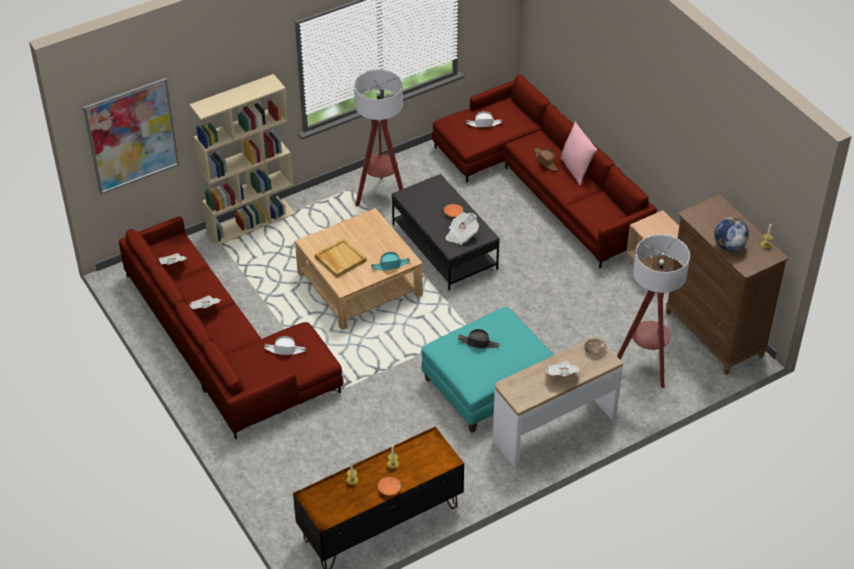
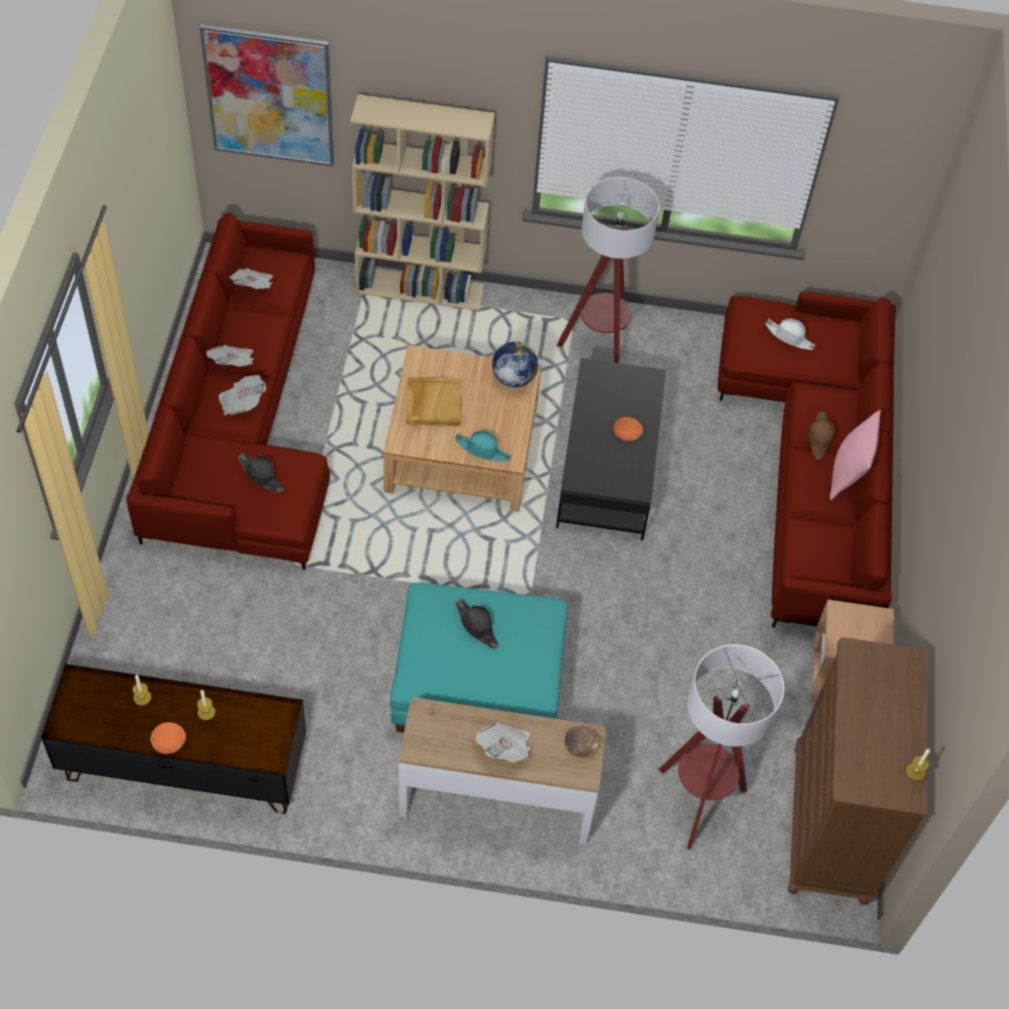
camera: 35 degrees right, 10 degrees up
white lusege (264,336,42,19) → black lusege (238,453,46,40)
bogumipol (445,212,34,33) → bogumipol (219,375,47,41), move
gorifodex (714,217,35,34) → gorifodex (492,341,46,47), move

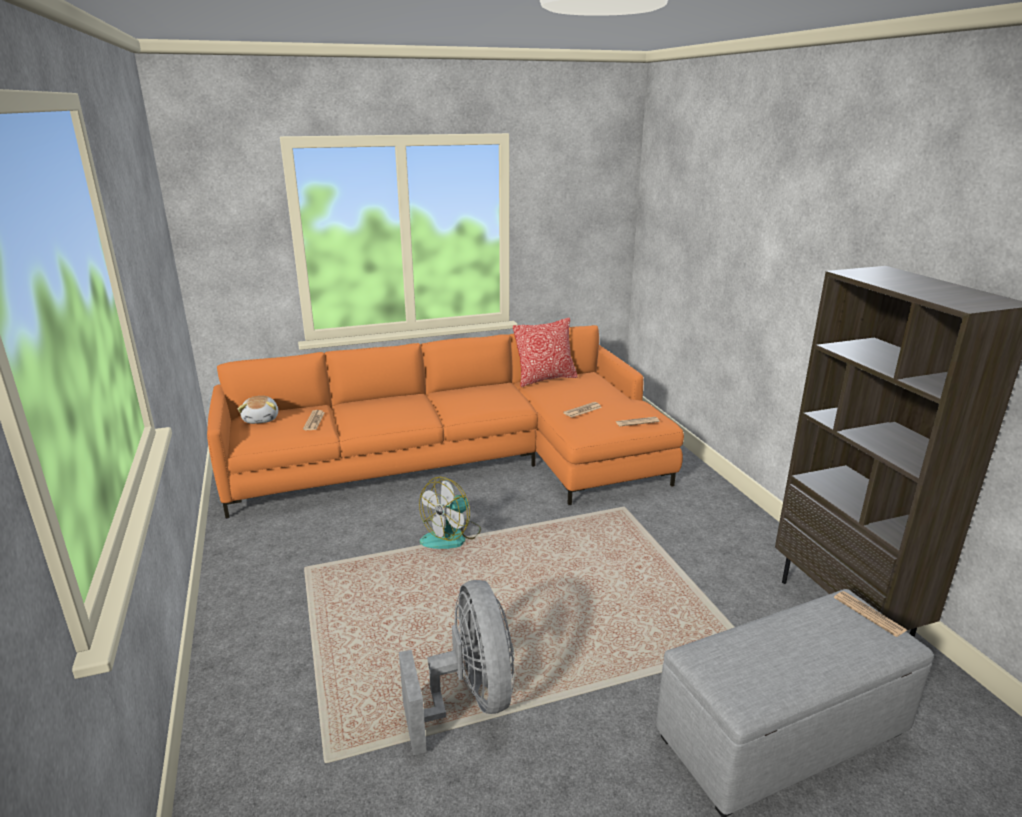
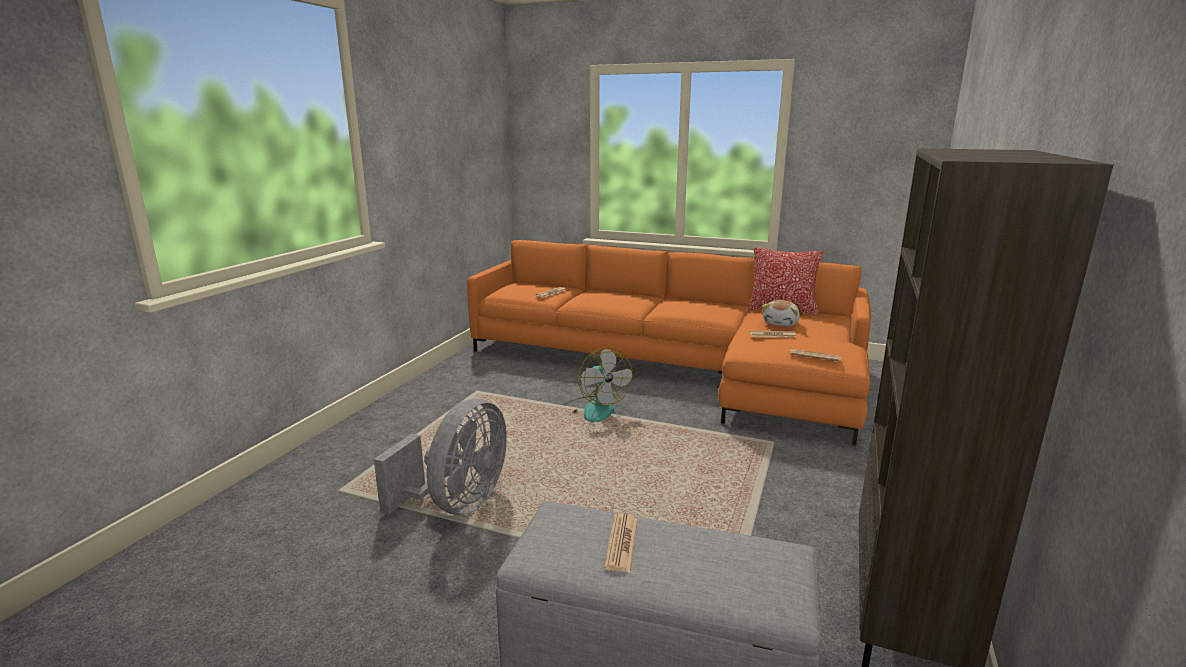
camera: 40 degrees right, 5 degrees down
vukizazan (238,396,40,28) → vukizazan (762,300,38,26), move
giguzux (419,477,62,72) → giguzux (564,347,69,75), 105 degrees counterclockwise
bogumipol (834,591,73,46) → bogumipol (604,513,34,60), move

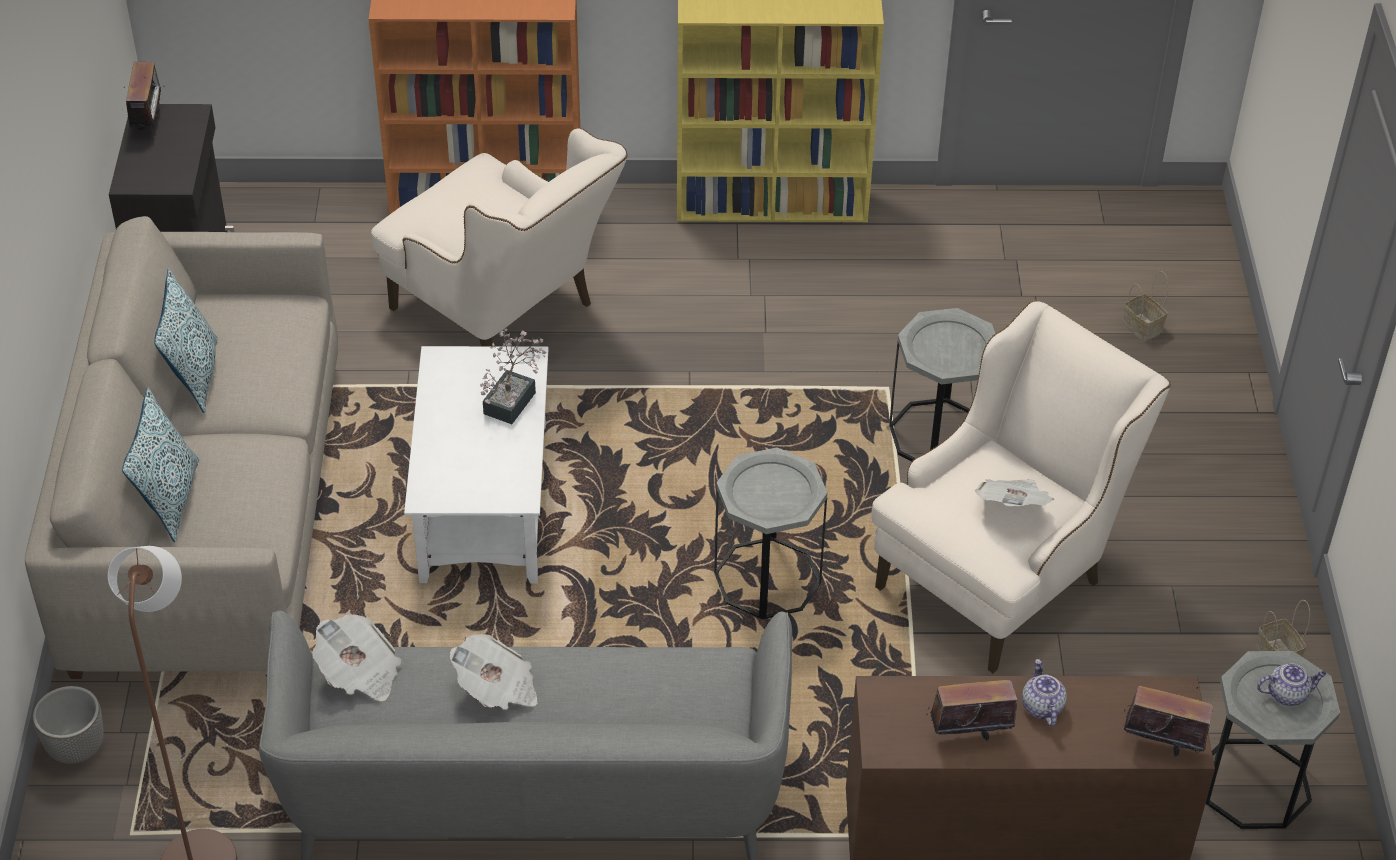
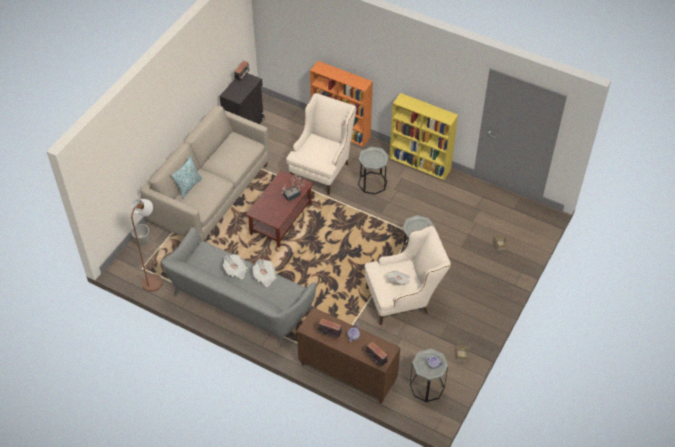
camera: 30 degrees right, 5 degrees up
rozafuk (154,268,64,145) → -
bogumipol (312,614,90,87) → bogumipol (253,259,24,28), move
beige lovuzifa (371,128,257,218) → beige lovuzifa (286,93,71,102), 135 degrees counterclockwise
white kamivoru (404,346,145,238) → brown kamivoru (245,170,68,77)
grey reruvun (714,447,114,172) → grey reruvun (358,147,31,47), move

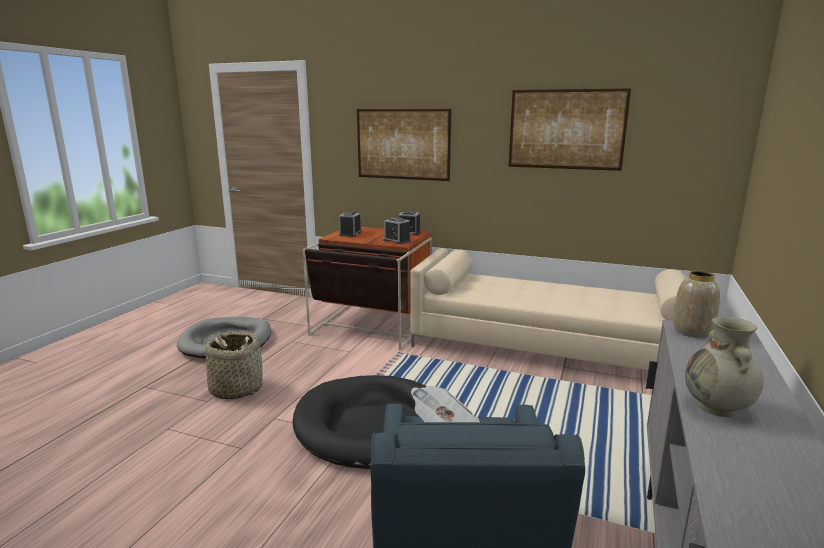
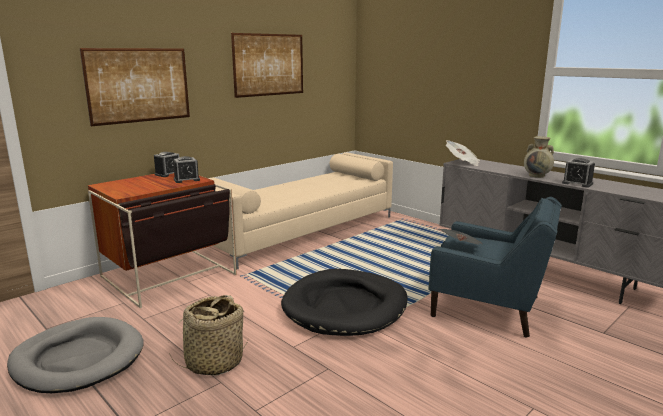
camera: 65 degrees left, 0 degrees up
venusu (339,212,22,25) → venusu (562,158,33,29), move
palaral (673,270,47,68) → bogumipol (446,140,34,26)

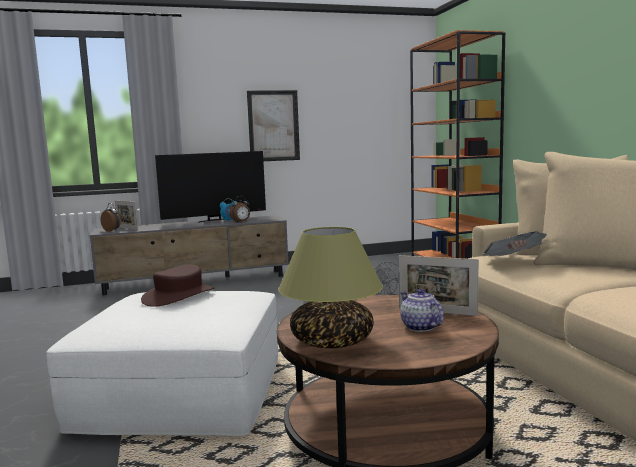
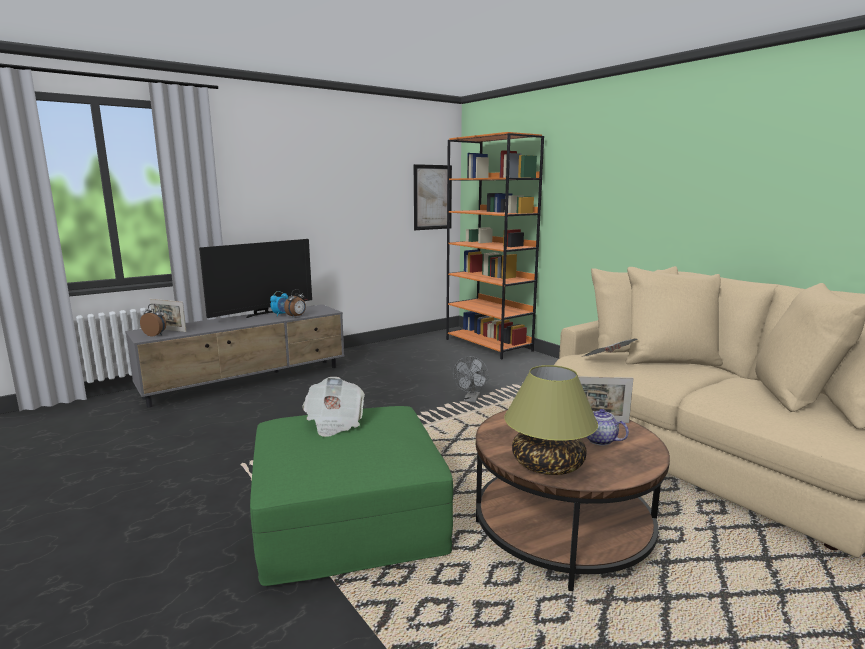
camera: 20 degrees left, 5 degrees up
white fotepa (46,291,232,145) → green fotepa (250,406,203,180)
brown lusege (141,264,74,43) → bogumipol (302,377,63,60)
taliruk (247,90,53,71) → taliruk (414,164,38,66), move

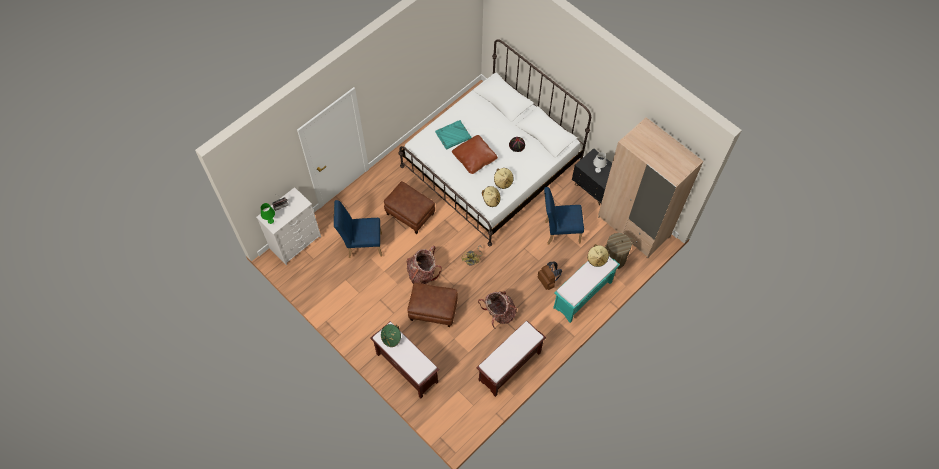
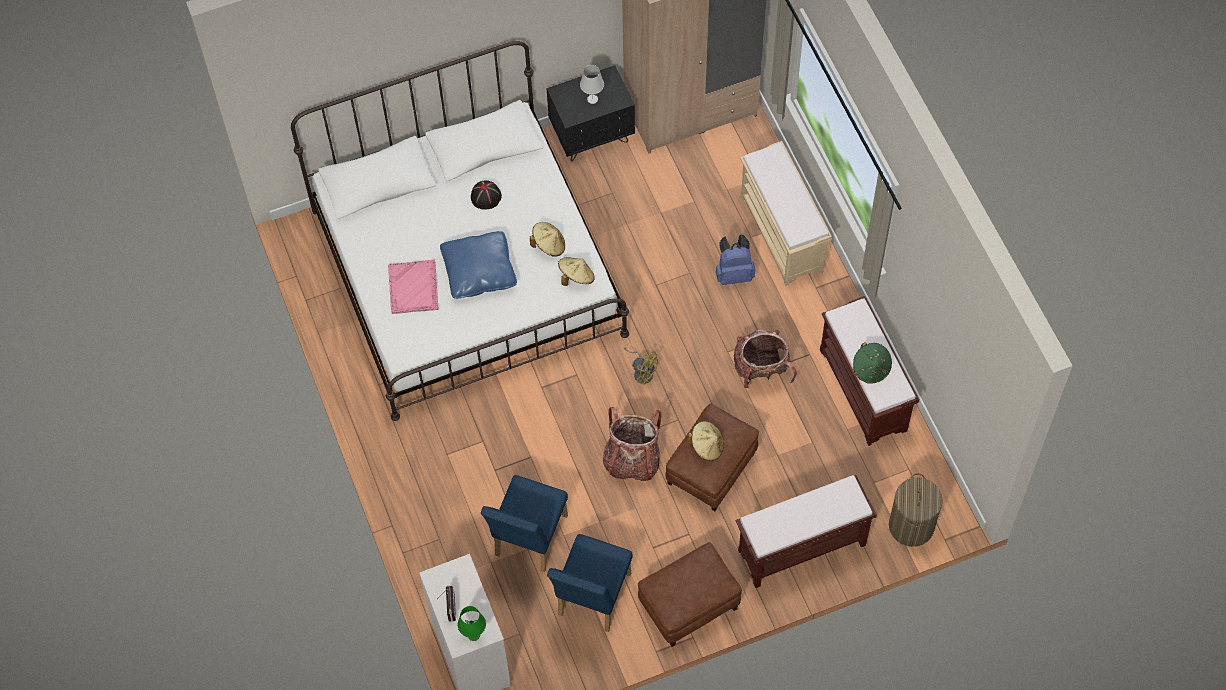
camera: 65 degrees left, 0 degrees up
green lusege (381,324,20,23) → green lusege (853,342,39,41), move
brown fotepa (384,181,51,53) → brown fotepa (638,542,104,105), move
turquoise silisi (435,120,36,30) → pink silisi (388,260,51,54)
brown rozafuk (452,135,46,39) → blue rozafuk (440,231,77,68)
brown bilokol (537,262,25,28) → blue bilokol (716,234,39,51)
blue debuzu (544,187,40,58) → blue debuzu (547,534,86,98), move
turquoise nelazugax (553,256,67,67) → beige nelazugax (740,141,92,145)
beige lusege (587,244,22,23) → beige lusege (688,421,36,40), move
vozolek (605,233,28,36) → vozolek (889,473,54,74), move

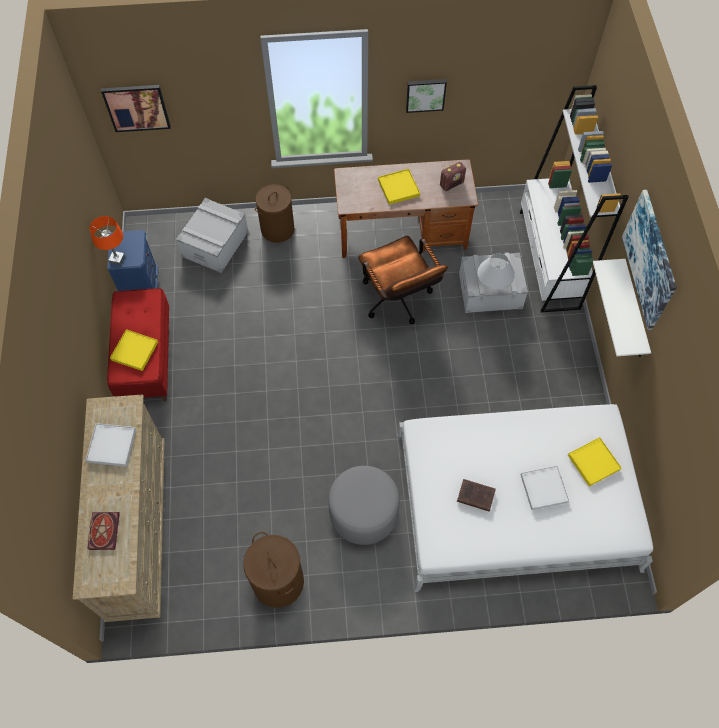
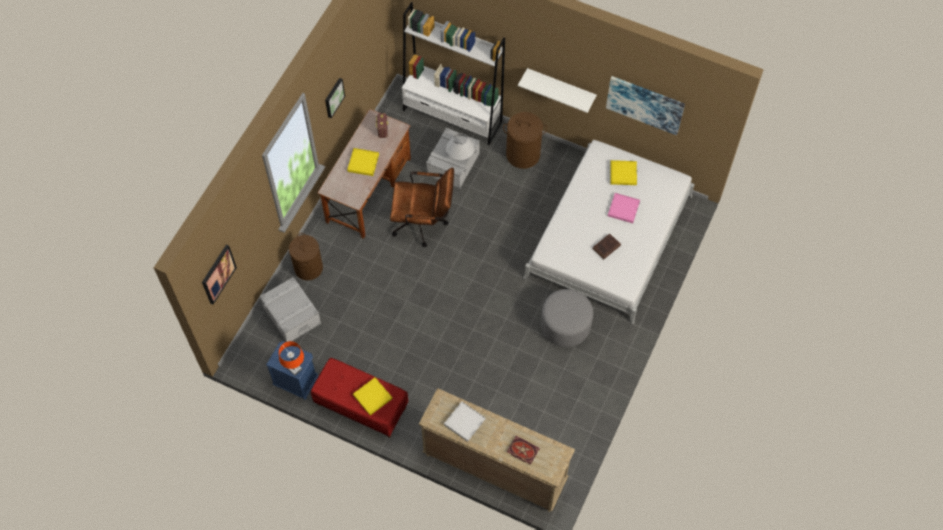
camera: 60 degrees left, 0 degrees up
brown vozolek (243,532,61,76) → brown vozolek (503,112,44,57), move
white silisi (521,465,48,45) → pink silisi (608,193,32,30)
taliruk (622,190,55,140) → taliruk (606,76,79,59), move

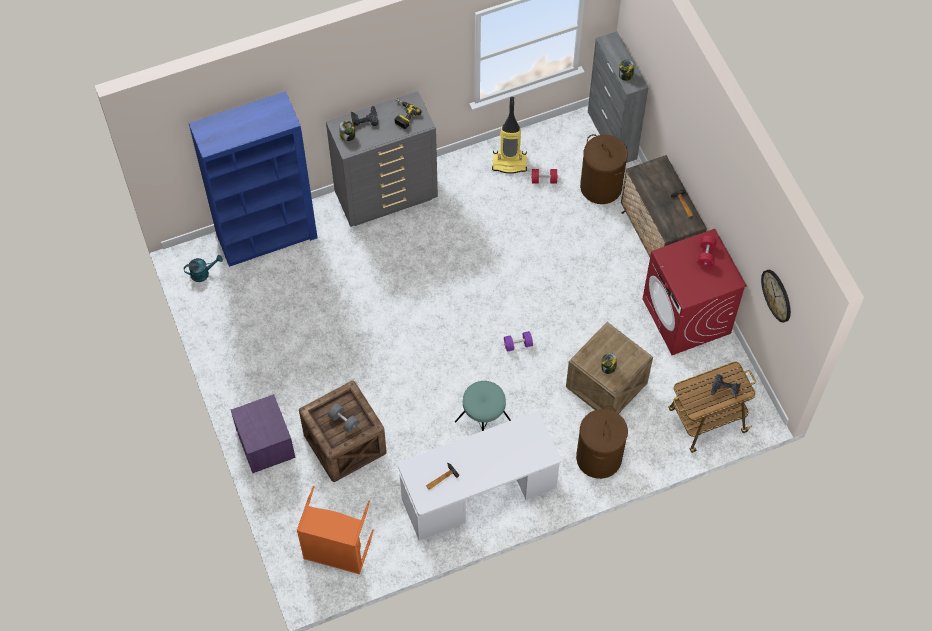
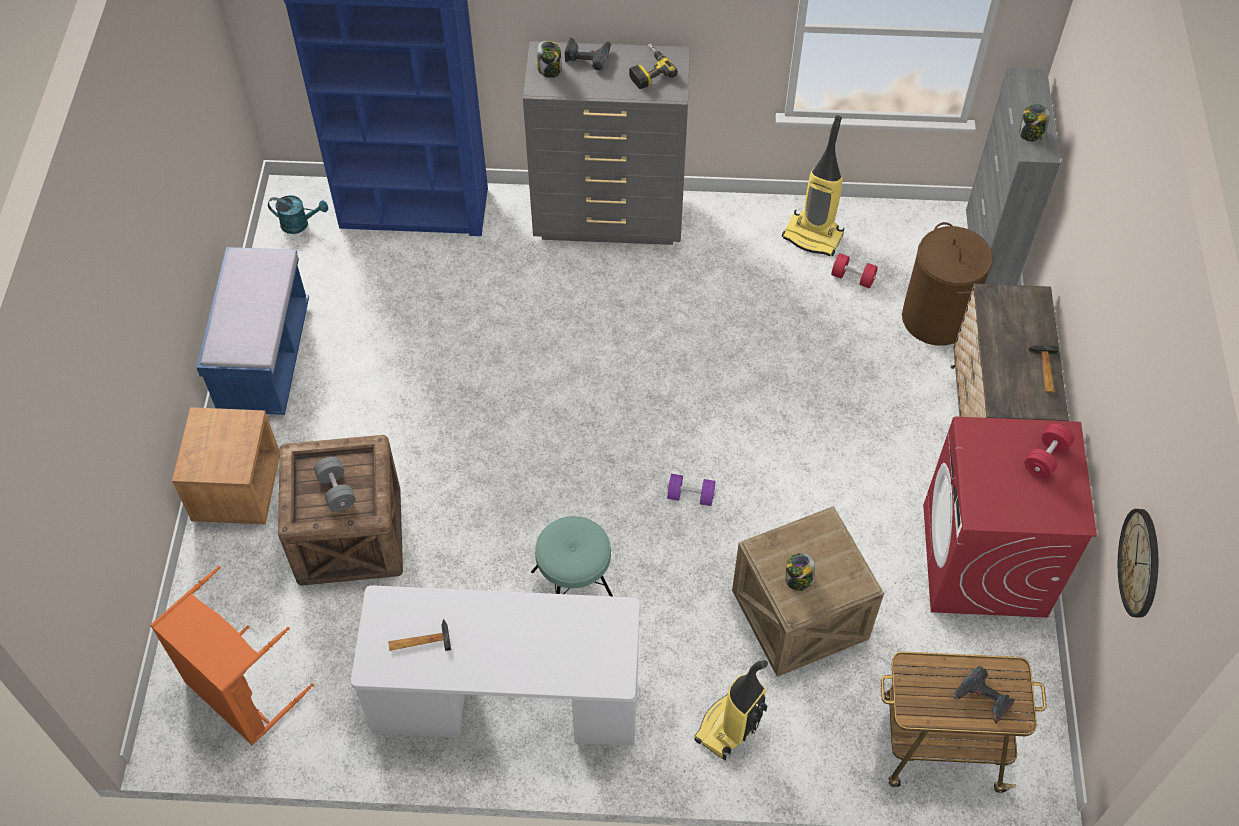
camera: 25 degrees right, 5 degrees down
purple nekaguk (231,394,65,79) → brown nekaguk (172,407,108,117)
brown vozolek (576,405,52,74) → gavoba (694,660,74,101)
- → blue nelazugax (196,247,113,168)

